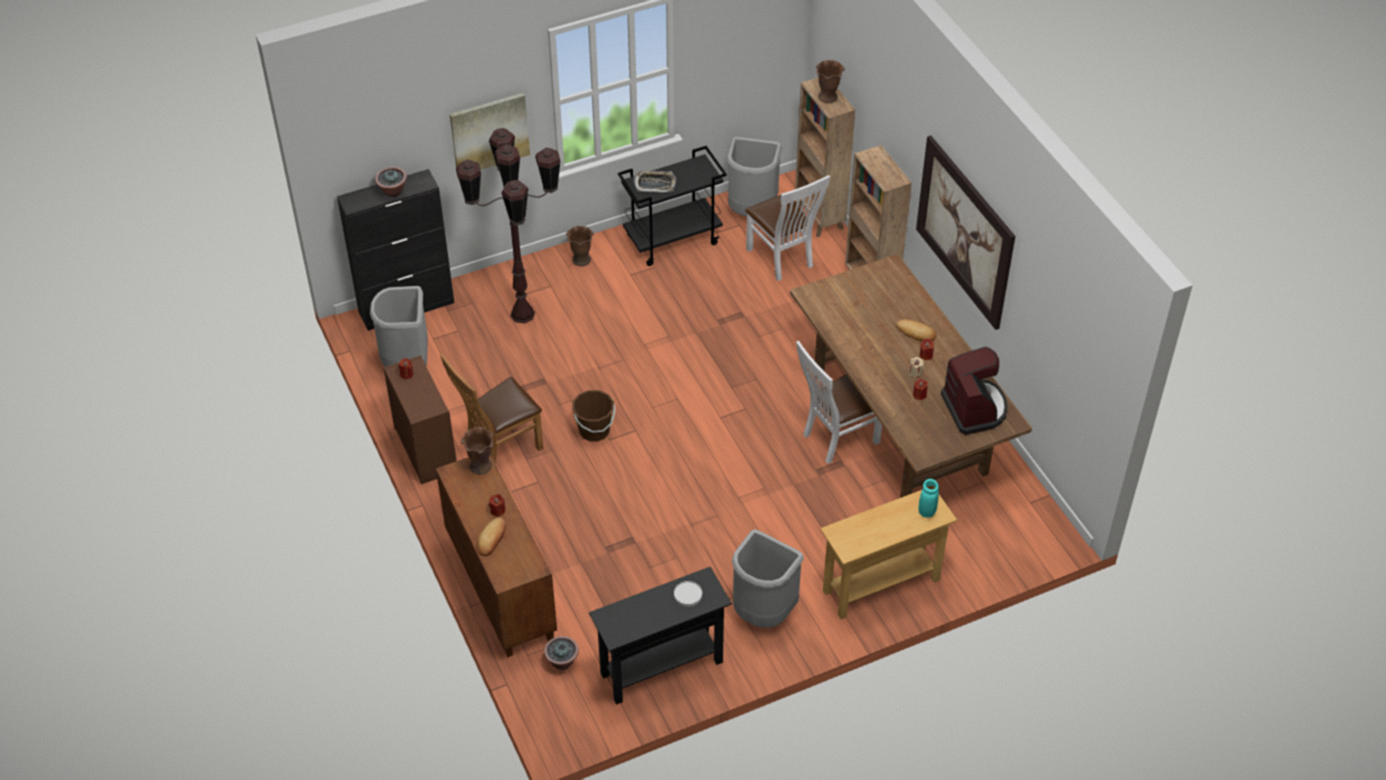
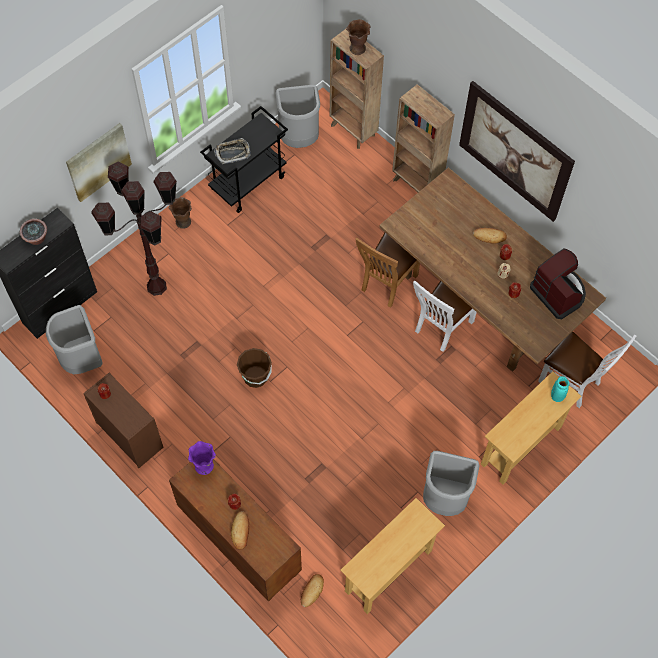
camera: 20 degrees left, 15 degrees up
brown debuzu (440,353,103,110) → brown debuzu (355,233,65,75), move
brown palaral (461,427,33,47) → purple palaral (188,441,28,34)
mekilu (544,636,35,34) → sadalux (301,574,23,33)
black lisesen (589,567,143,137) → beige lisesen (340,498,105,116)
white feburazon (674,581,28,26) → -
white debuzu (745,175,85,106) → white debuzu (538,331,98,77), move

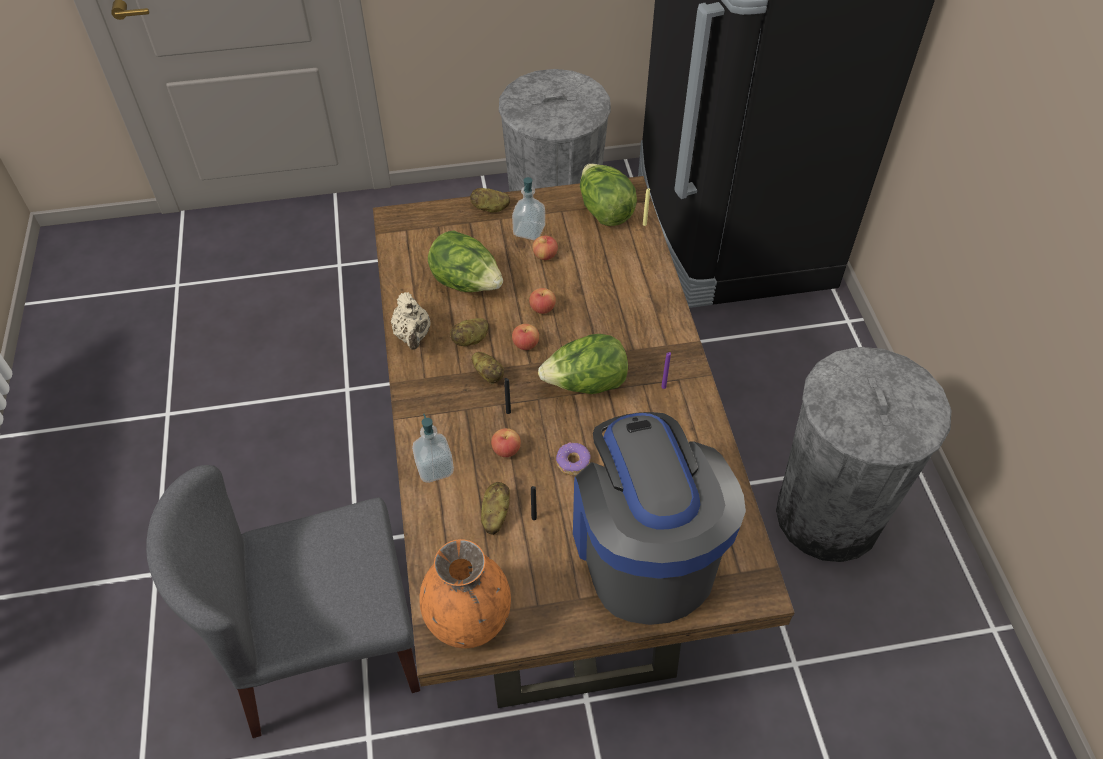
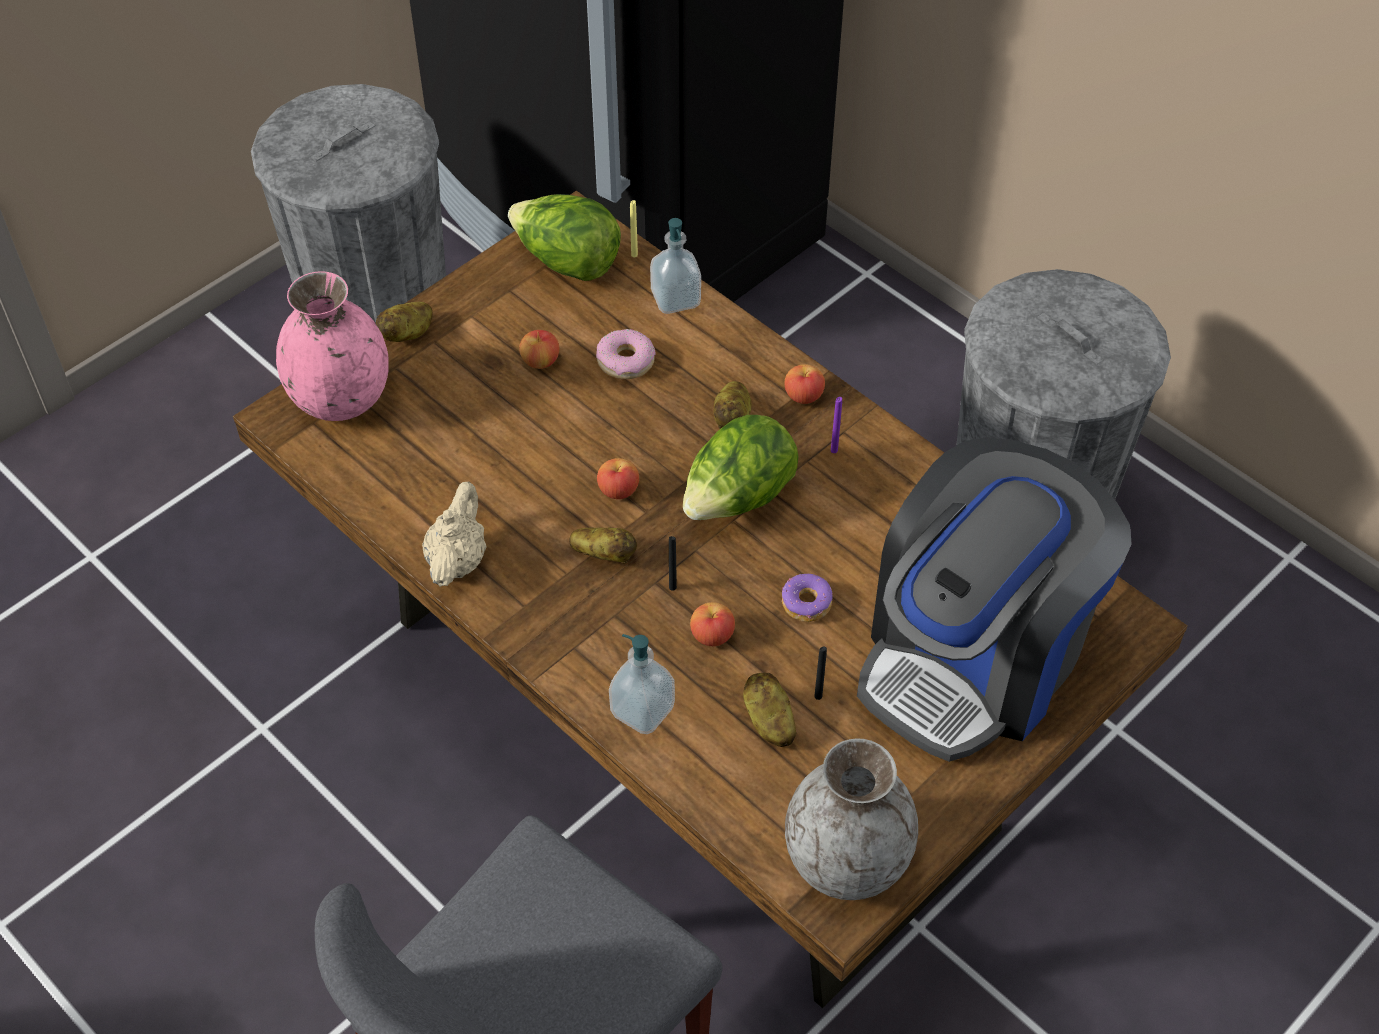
camera: 35 degrees left, 0 degrees up
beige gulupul (391,292,40,58) → beige gulupul (422,481,65,106), 120 degrees counterclockwise
orange palaral (419,539,92,109) → grey palaral (785,738,133,162)
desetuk (428,231,75,61) → -
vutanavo (450,318,39,28) → vutanavo (714,381,37,48), move
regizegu (512,177,33,63) → regizegu (650,218,51,96), move
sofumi (529,288,27,26) → sofumi (784,364,41,40), move
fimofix (573,412,173,213) → fimofix (857,437,275,325), 90 degrees counterclockwise
- → pink palaral (276,271,113,150)
- → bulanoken (596,329,60,50)

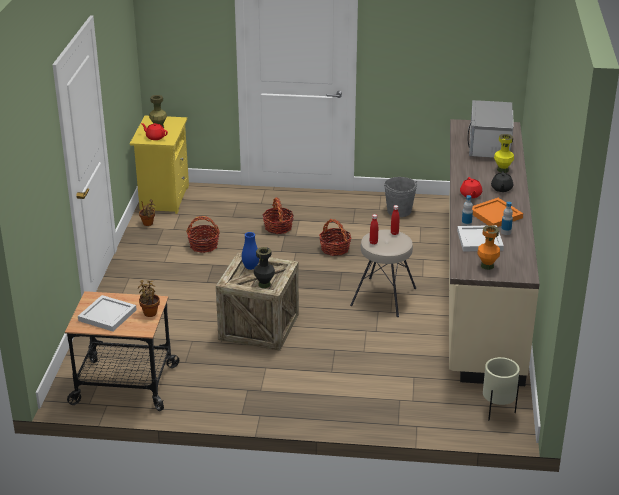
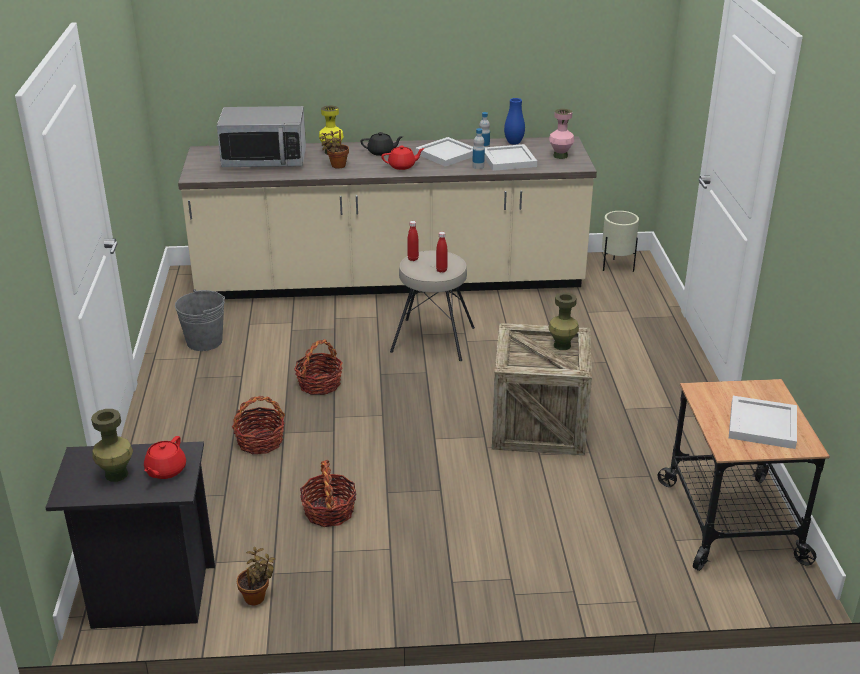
camera: 100 degrees left, 0 degrees up
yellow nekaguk (130,116,59,98) → black nekaguk (45,441,170,188)
mekilu (138,280,22,37) → mekilu (319,130,30,39), move
blue palaral (242,232,17,38) → blue palaral (504,98,21,47), move
black palaral (254,247,21,41) → green palaral (549,292,30,58)
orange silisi (472,198,51,29) → white silisi (415,137,58,30)
orange palaral (477,225,23,45) → pink palaral (549,109,25,50)

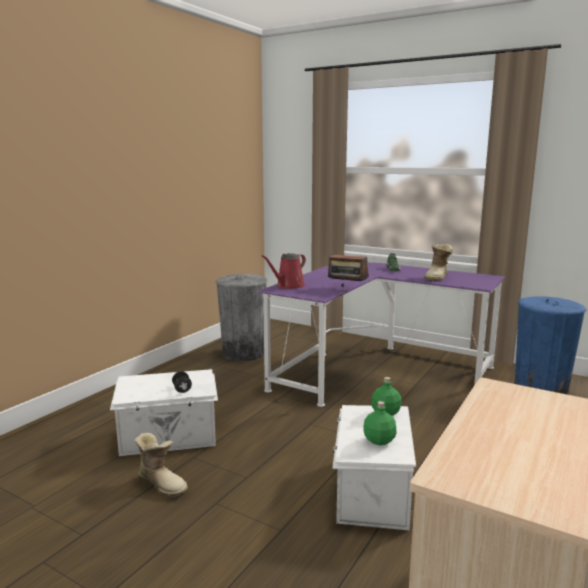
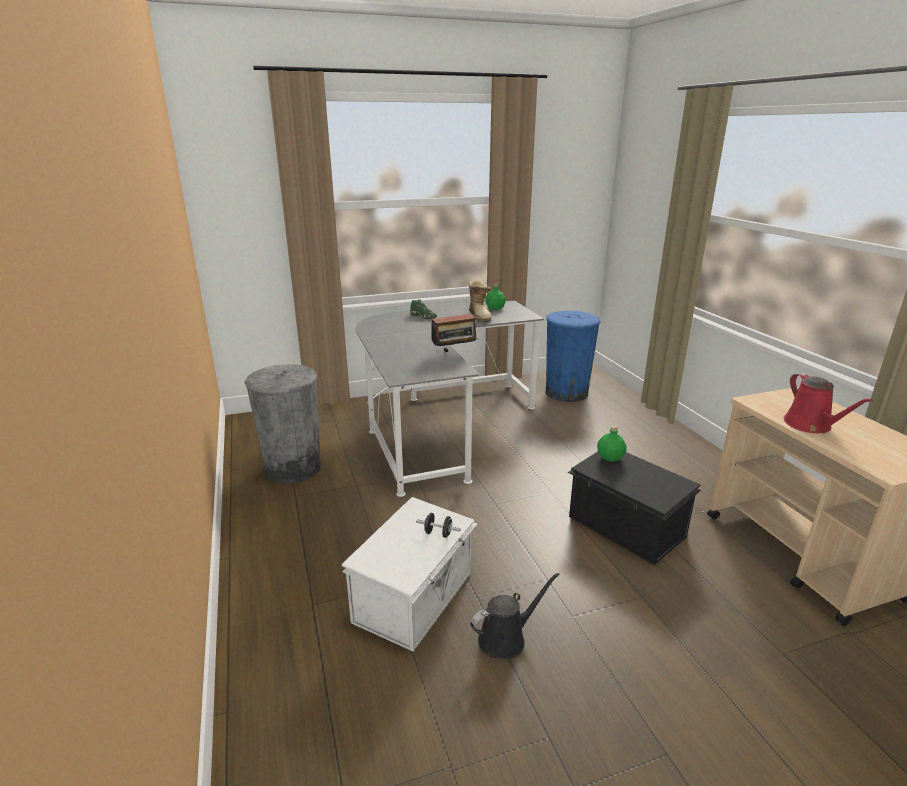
camera: 50 degrees left, 10 degrees up
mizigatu (135,433,53,65) → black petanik (470,573,90,86)
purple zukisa (257,262,249,145) → grey zukisa (355,301,189,196)
red petanik (262,253,44,36) → red petanik (784,373,89,60), move
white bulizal (332,405,84,125) → black bulizal (568,452,133,113)
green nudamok (364,401,33,44) → green nudamok (485,283,21,27), move

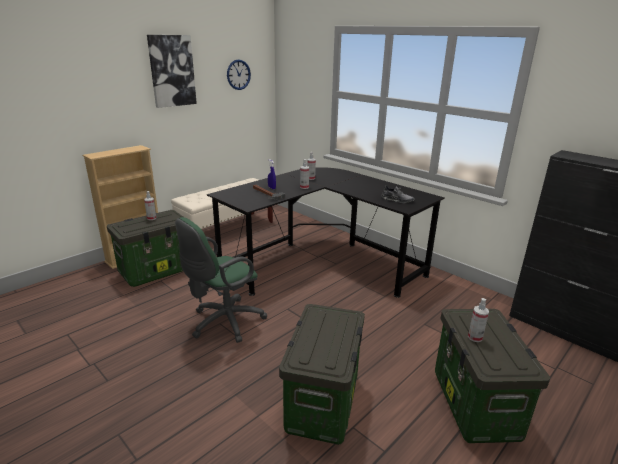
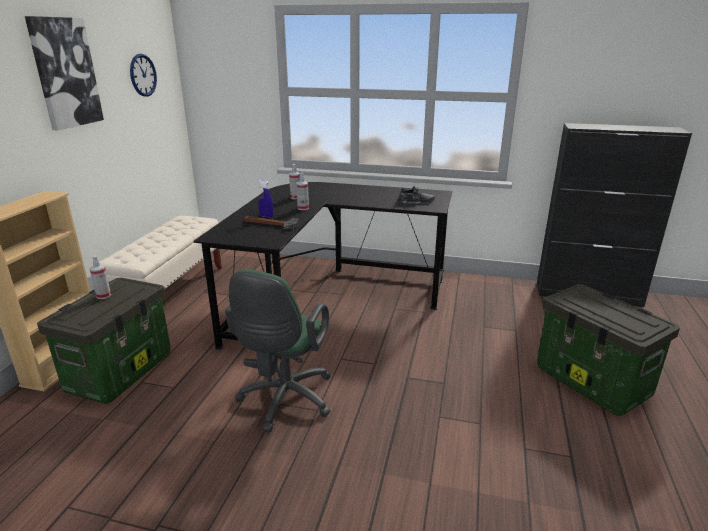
camera: 30 degrees left, 0 degrees up
bulizal (279,304,86,141) → -
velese (468,298,21,44) → -

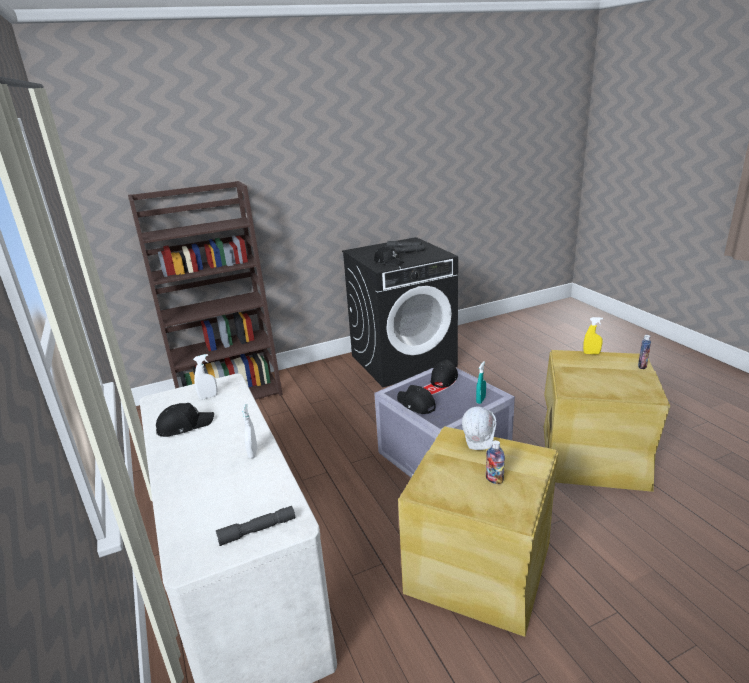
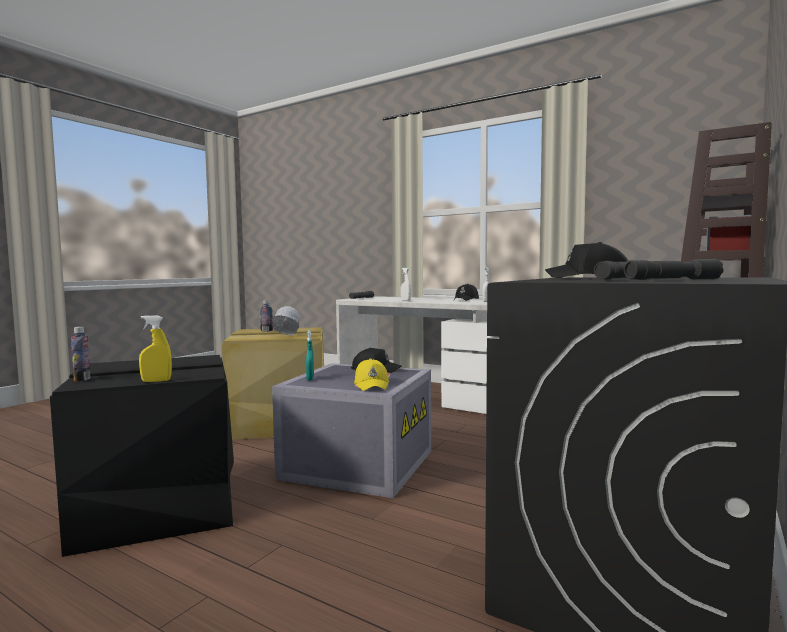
camera: 145 degrees right, 20 degrees down
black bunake (431,360,27,28) → yellow bunake (354,359,35,32)
beige bulizal (544,350,126,142) → black bulizal (50,355,184,202)

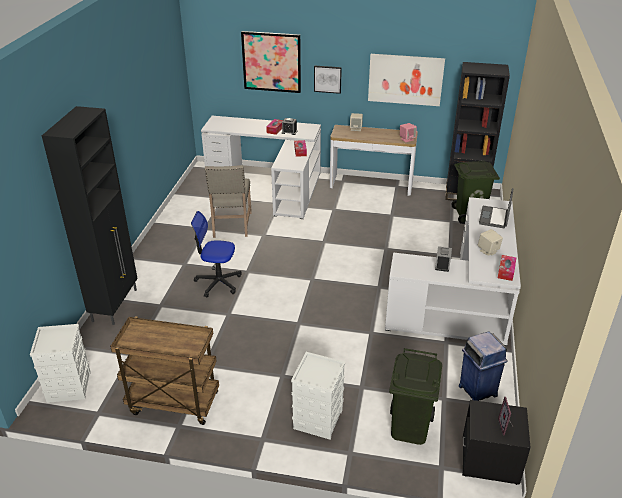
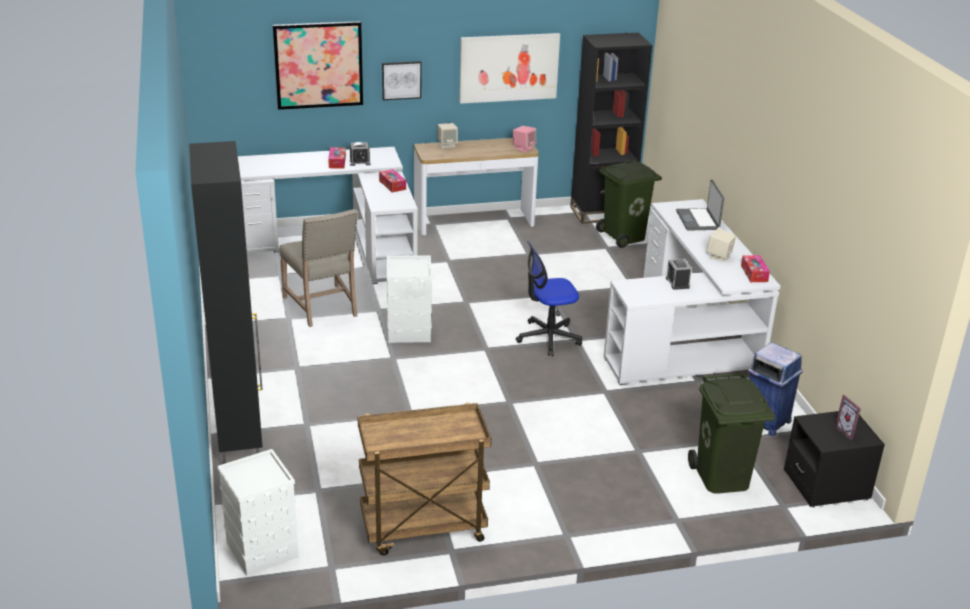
camera: 25 degrees left, 5 degrees down
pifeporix (191,211,51,86) → pifeporix (516,240,66,116), move
white bulizal (291,352,54,88) → white bulizal (387,255,45,88), move

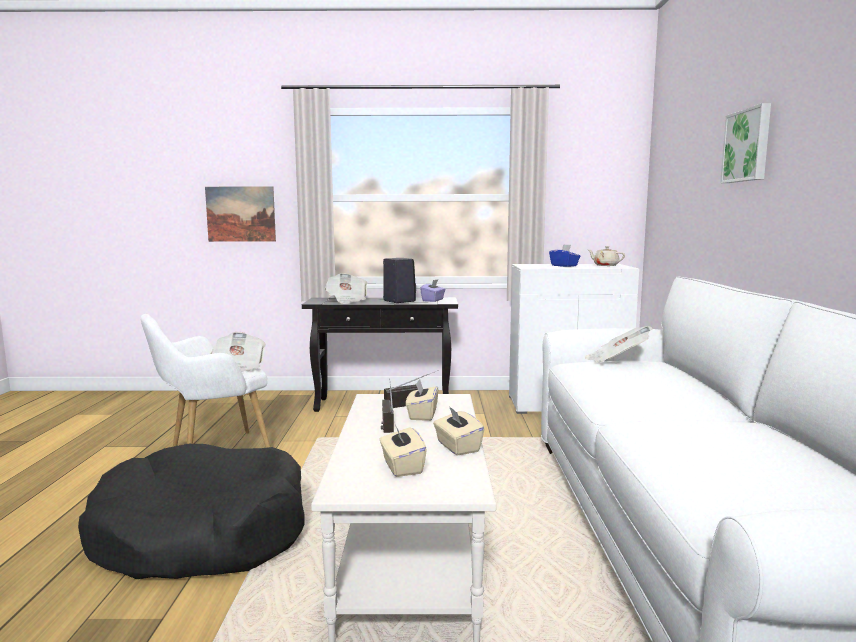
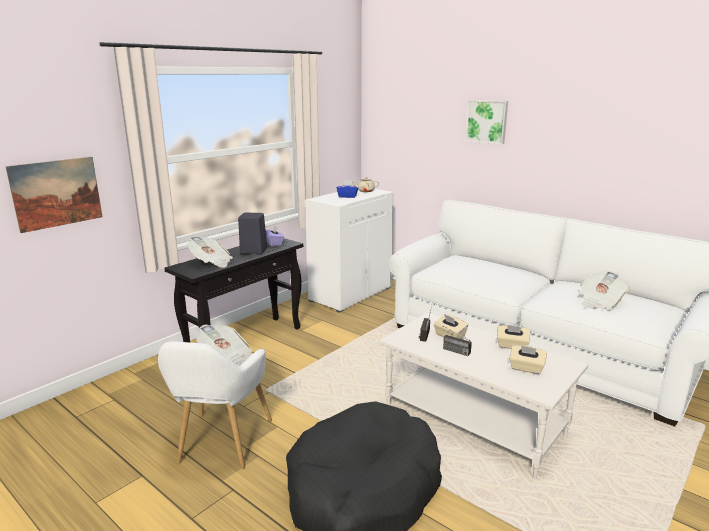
camera: 50 degrees left, 10 degrees up
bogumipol (585,326,68,36) → bogumipol (580,271,50,39), move

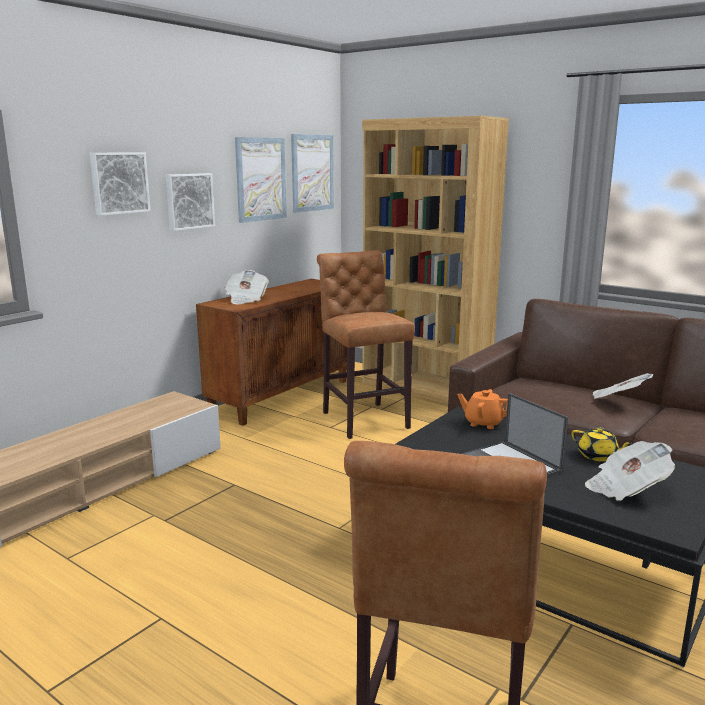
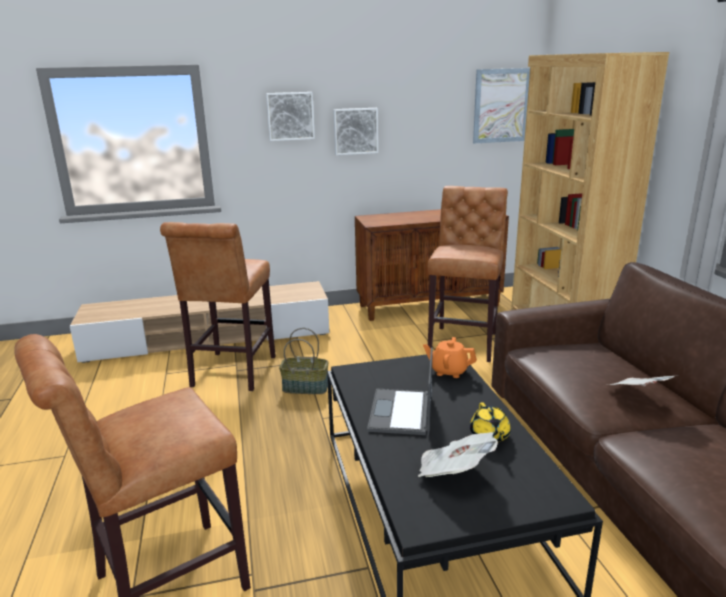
camera: 40 degrees right, 5 degrees up
bogumipol (225,270,44,34) → -
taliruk (235,137,52,86) → -
orange gulupul (458,389,50,40) → orange gulupul (423,337,54,41), 45 degrees counterclockwise
- → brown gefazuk (160,222,116,169)
- → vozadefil (279,328,50,66)

